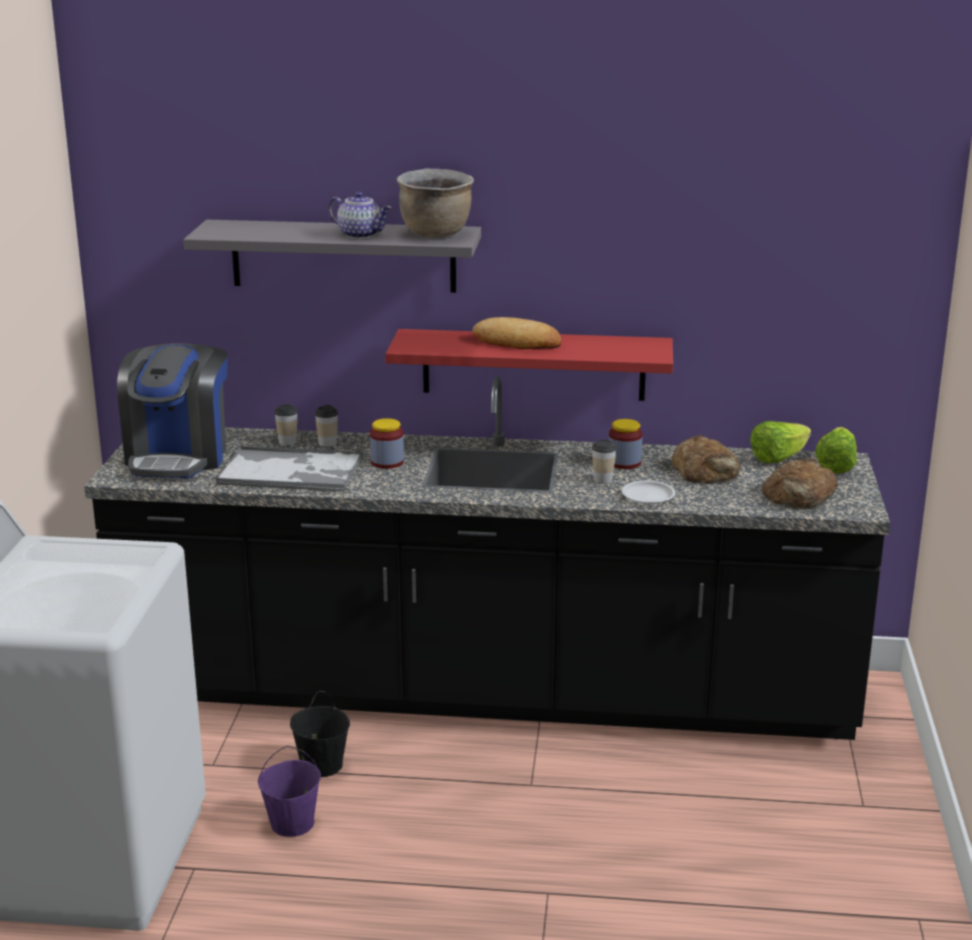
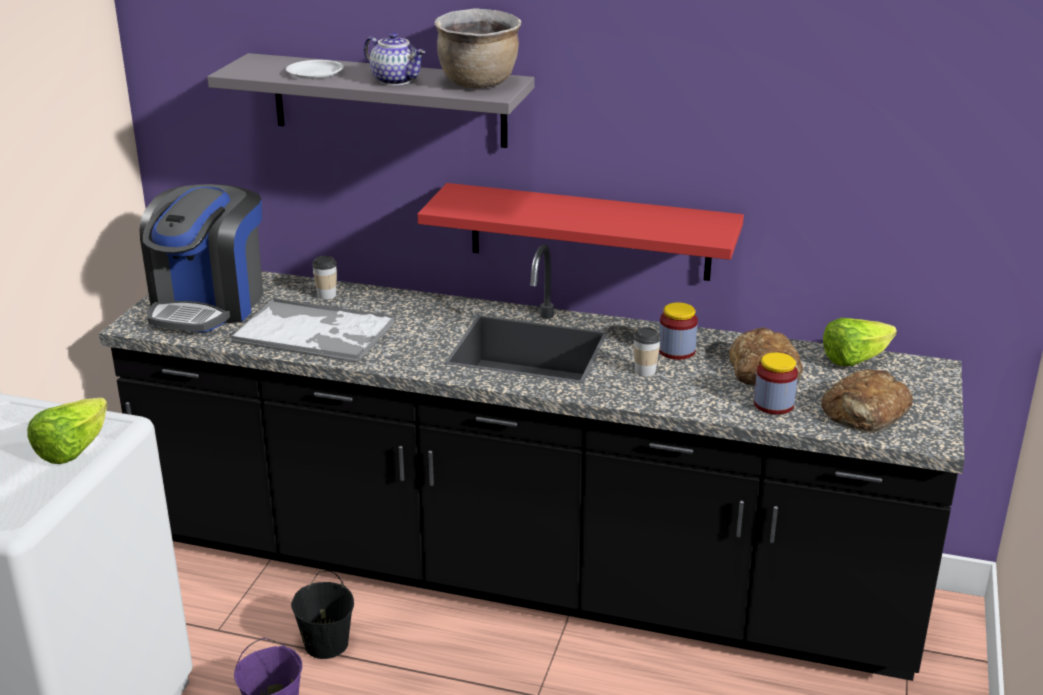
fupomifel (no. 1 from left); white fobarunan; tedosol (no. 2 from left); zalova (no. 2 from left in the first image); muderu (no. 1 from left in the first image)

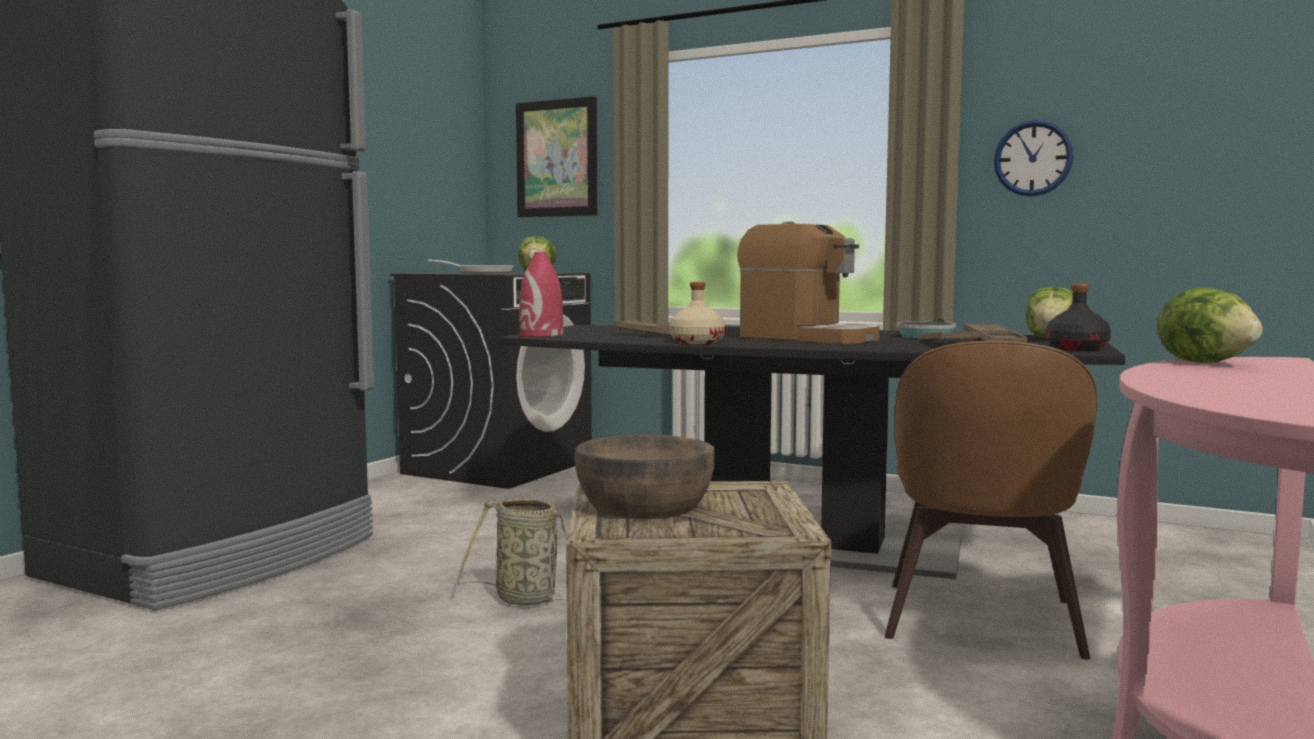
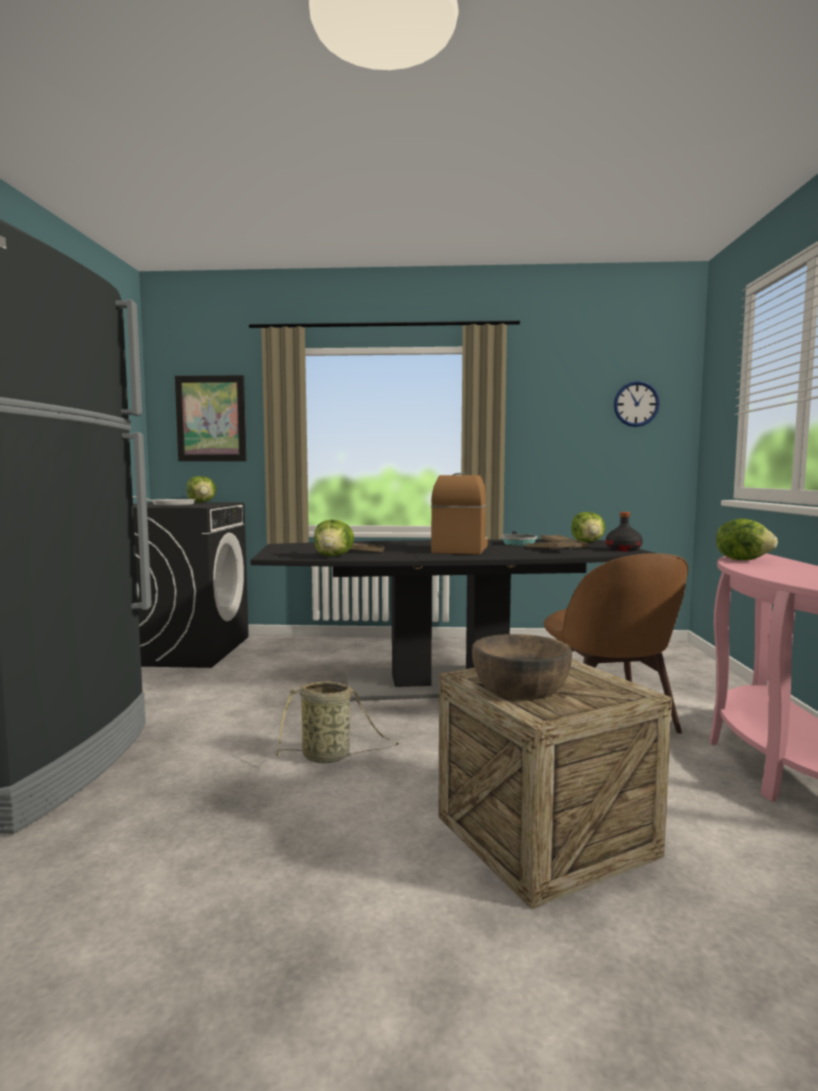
fupomifel (no. 2 from left); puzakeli; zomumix; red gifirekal; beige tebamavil

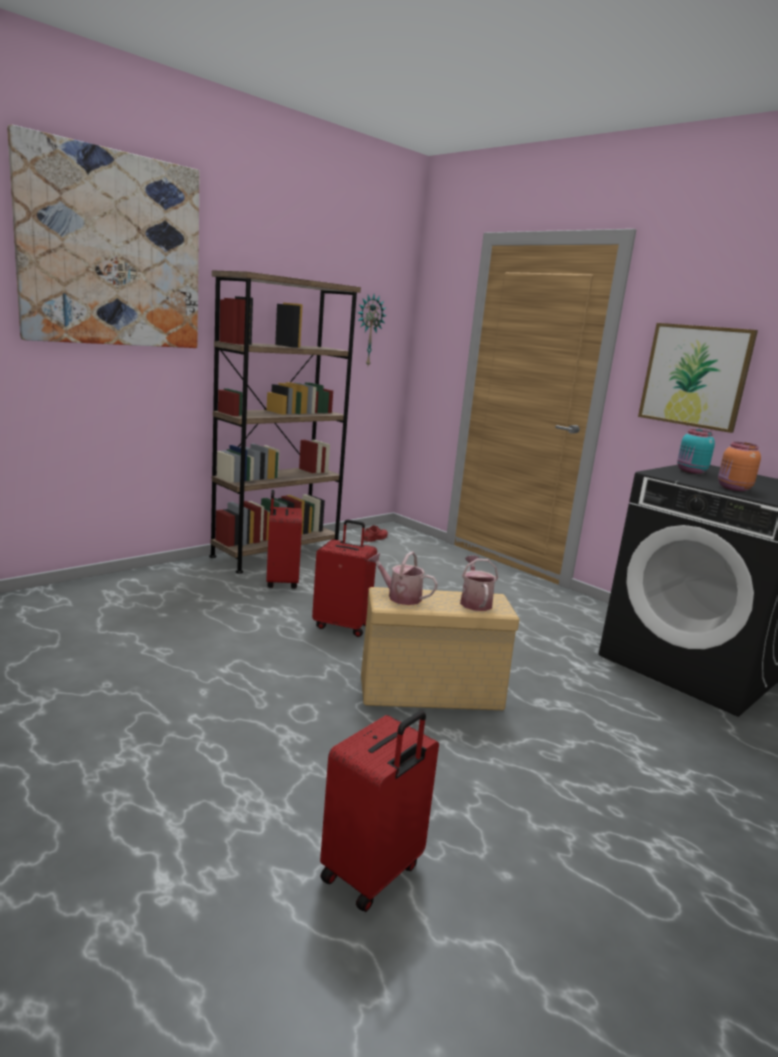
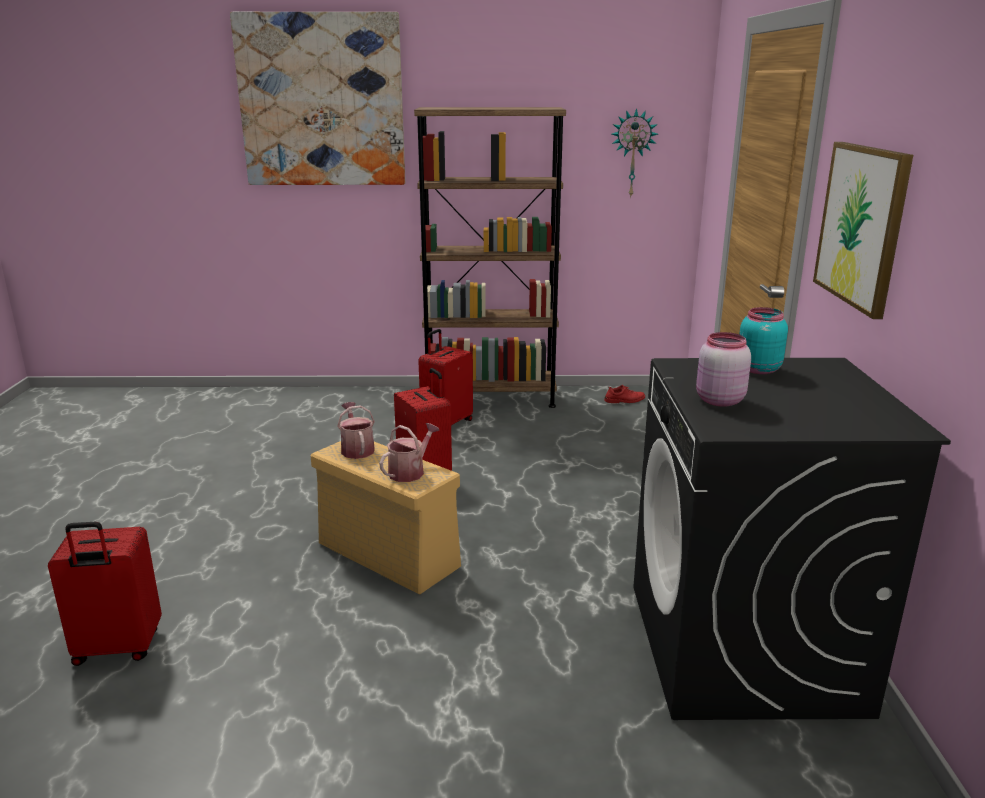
pink tedosol

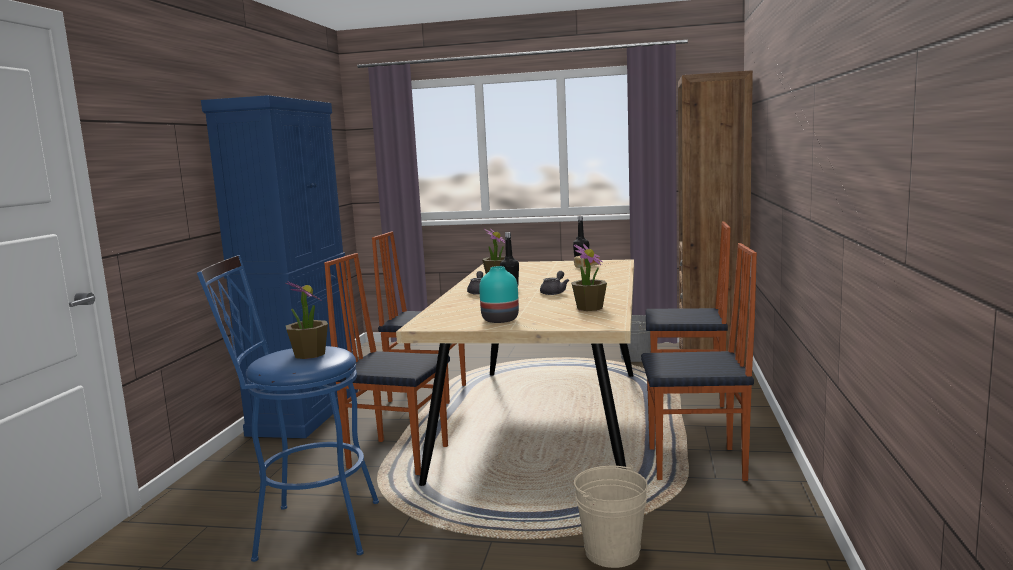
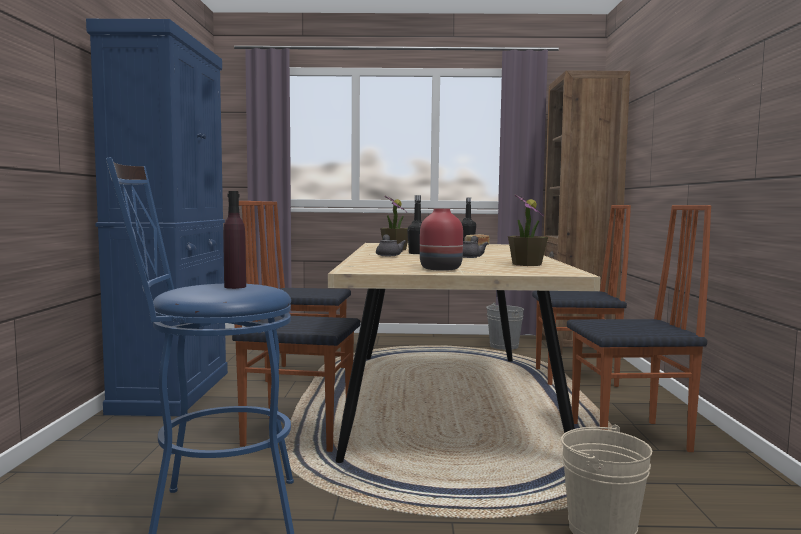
purple tebamavil; red gifirekal

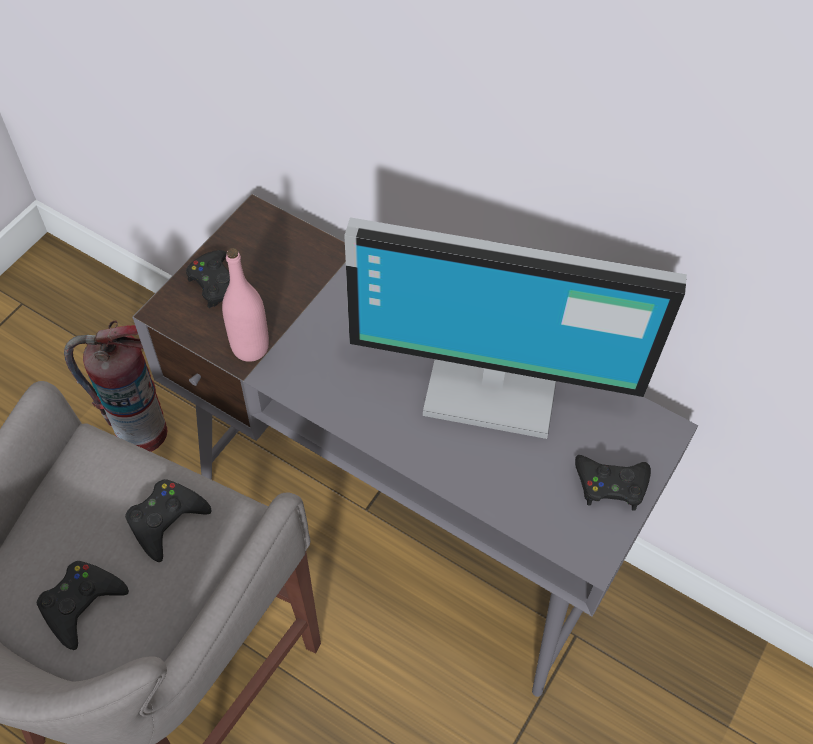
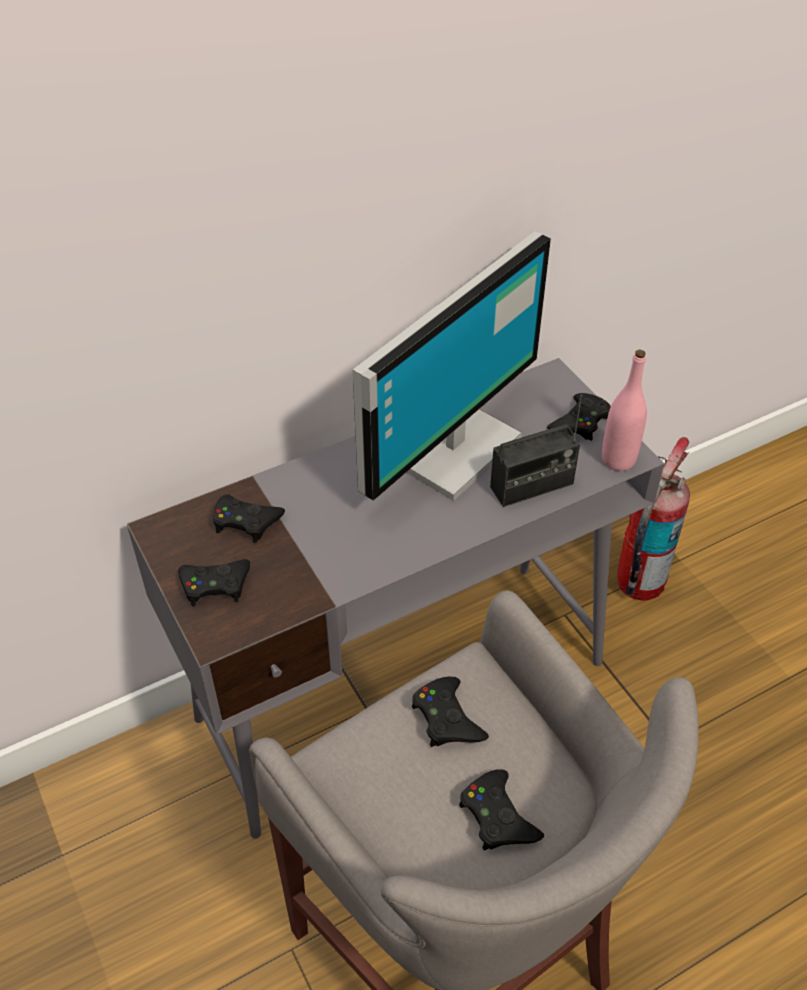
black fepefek (no. 2 from left); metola; pink tebamavil; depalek

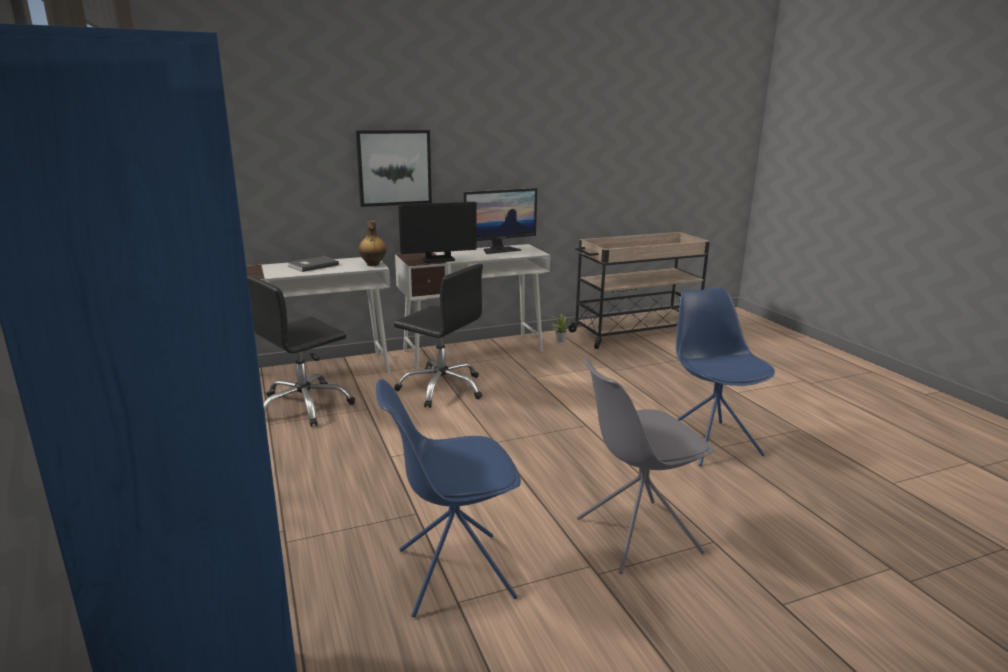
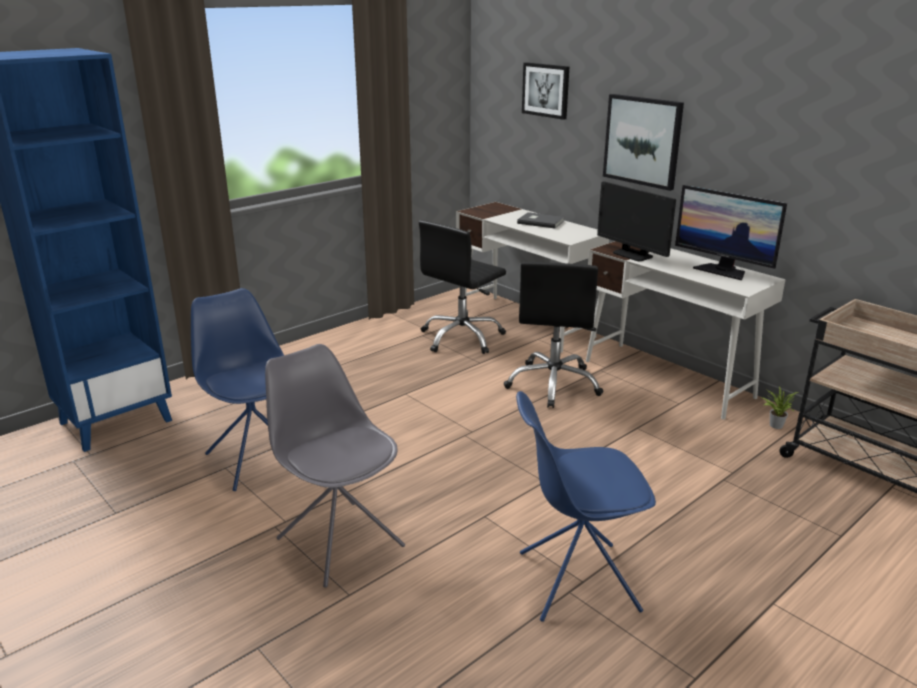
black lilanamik (no. 1 from left); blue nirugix (no. 2 from left); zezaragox (no. 1 from left); tebamavil

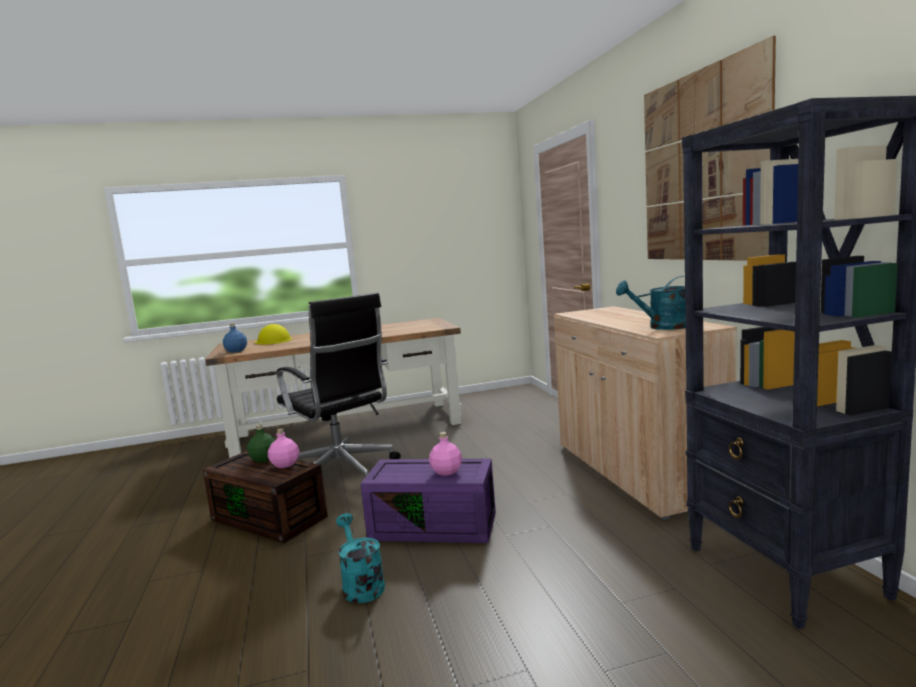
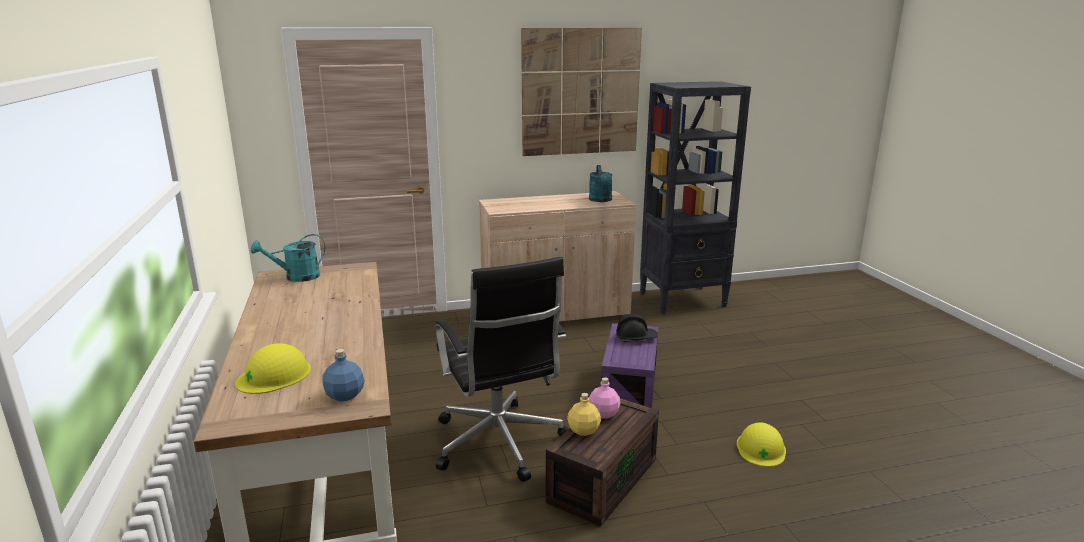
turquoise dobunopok (no. 1 from left); black lilanamik; yellow tebamavil; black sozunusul; yellow sozunusul (no. 2 from left)

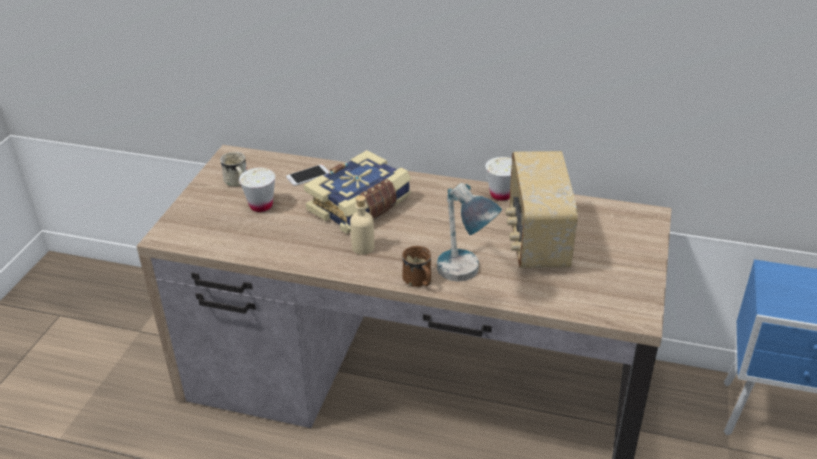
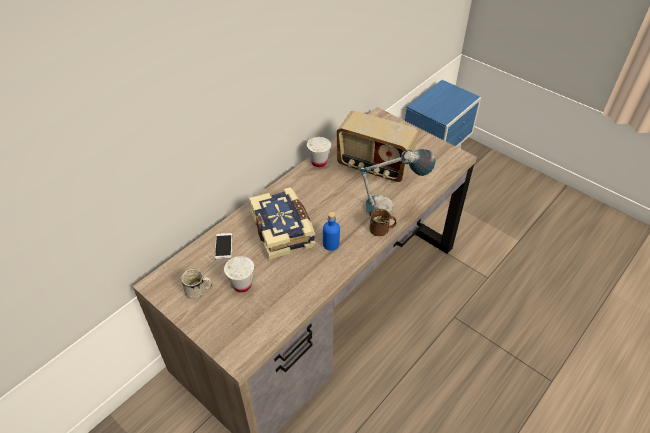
blue tebamavil

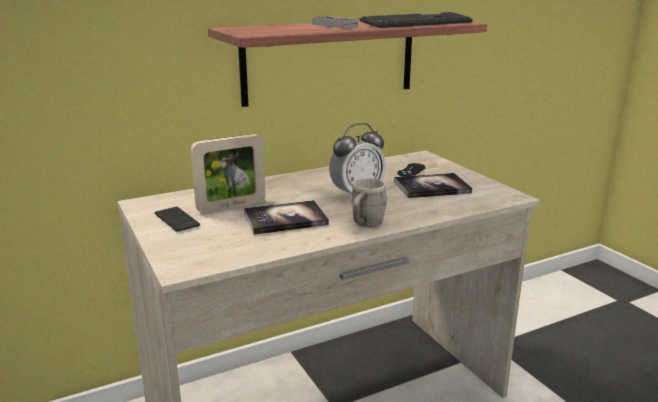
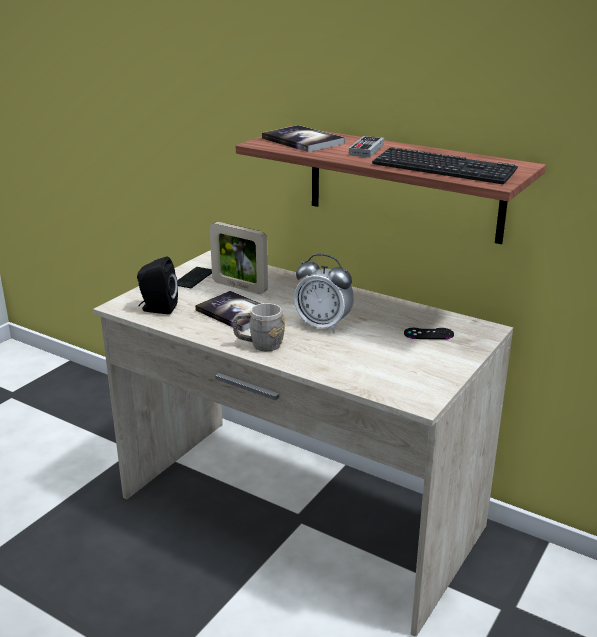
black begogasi; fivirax (no. 2 from left)

